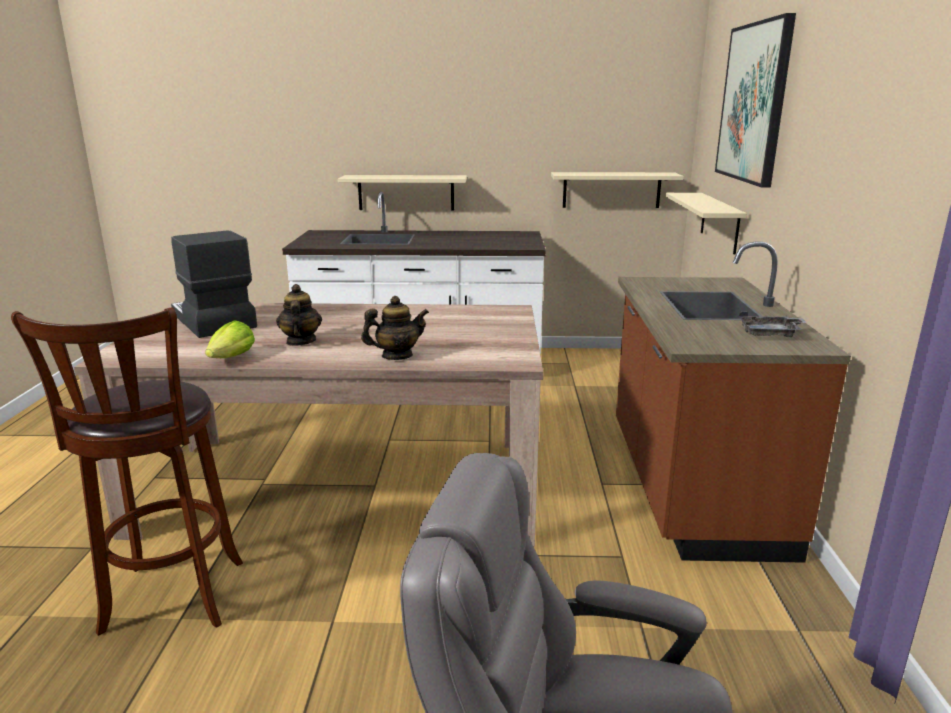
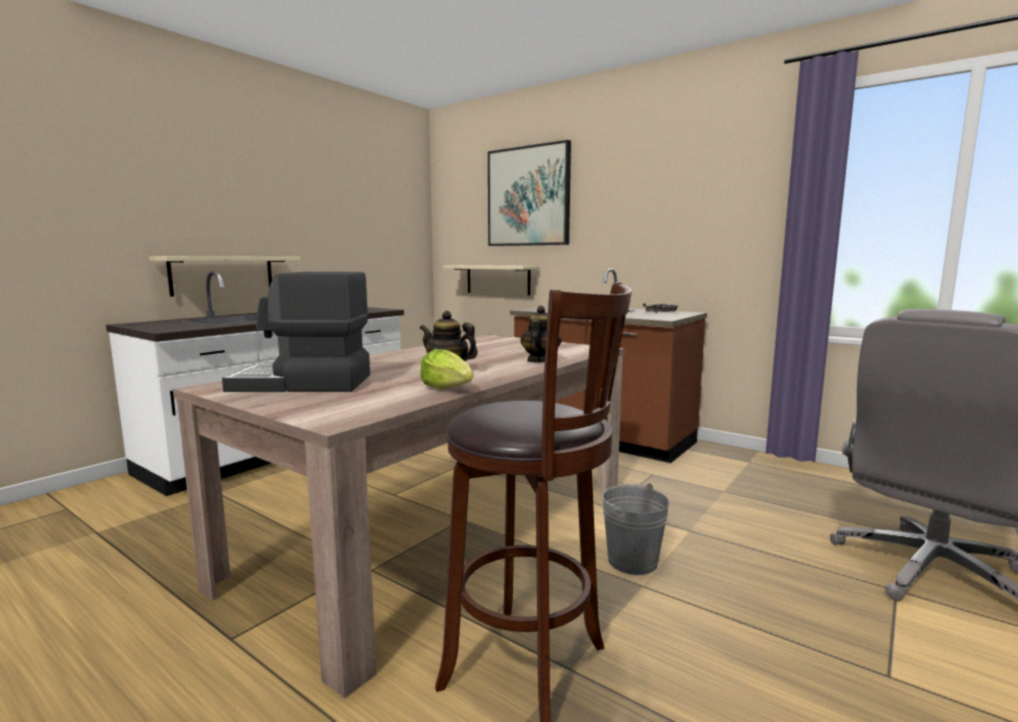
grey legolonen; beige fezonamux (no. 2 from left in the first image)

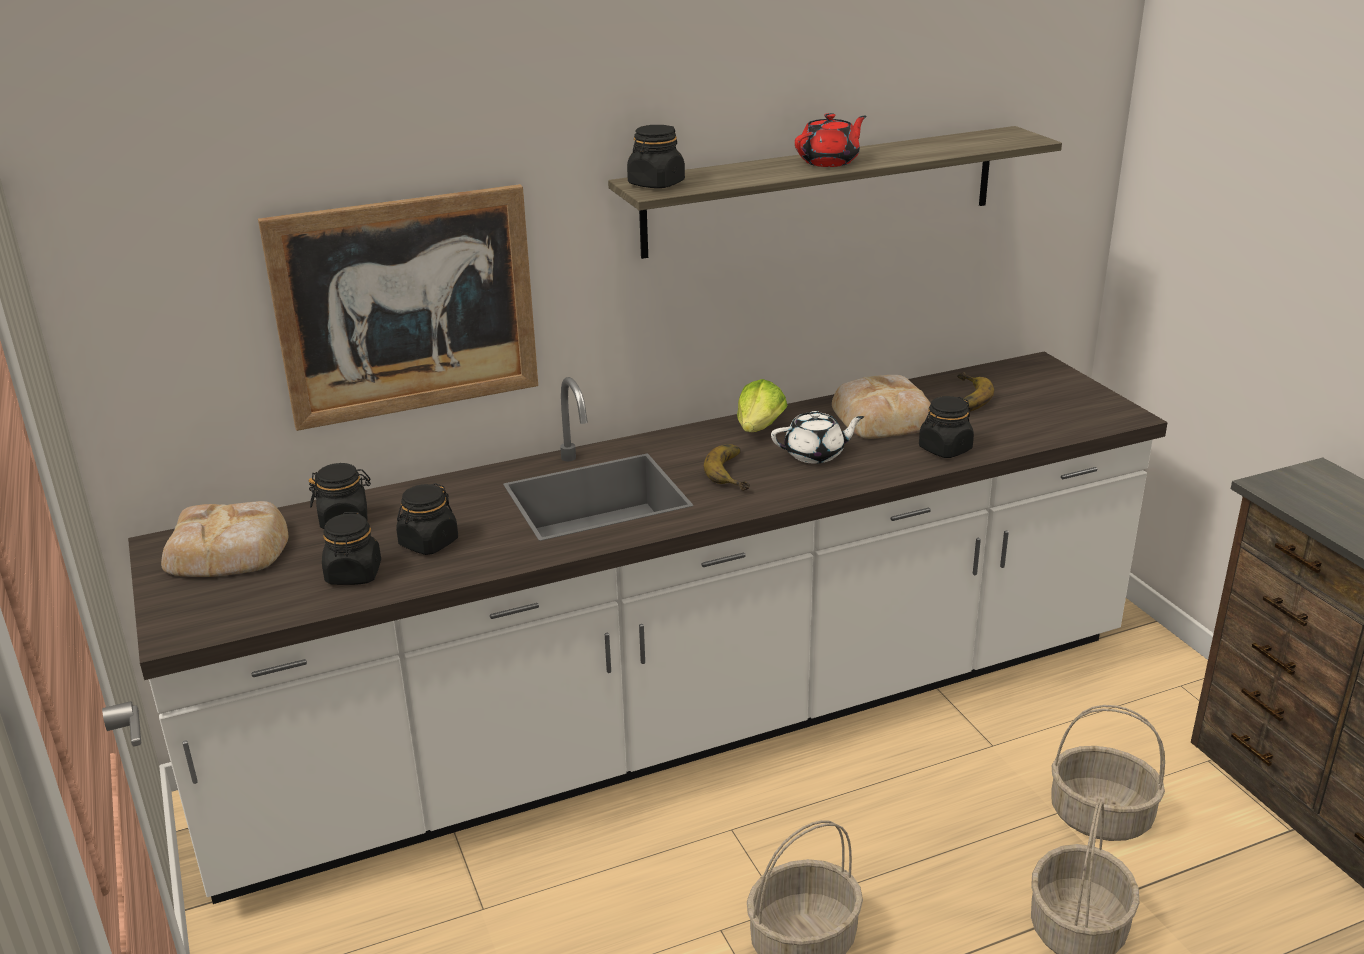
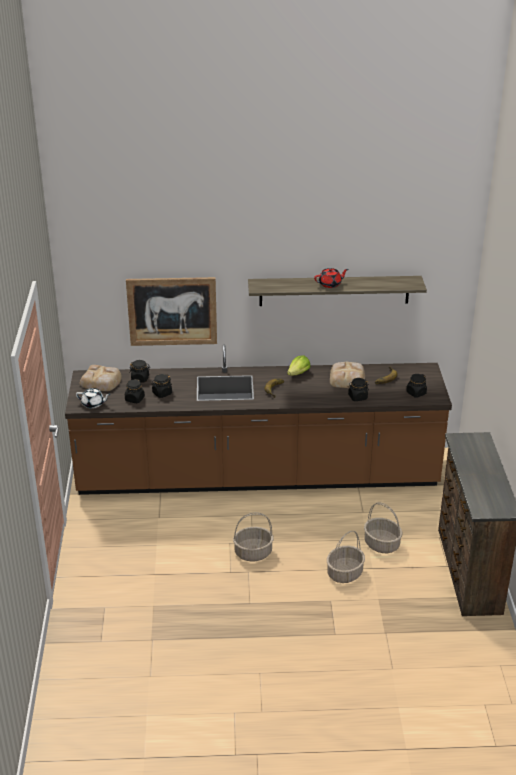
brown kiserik; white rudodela; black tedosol (no. 5 from left)

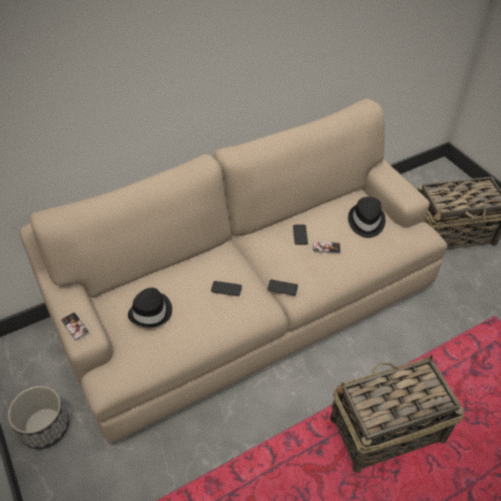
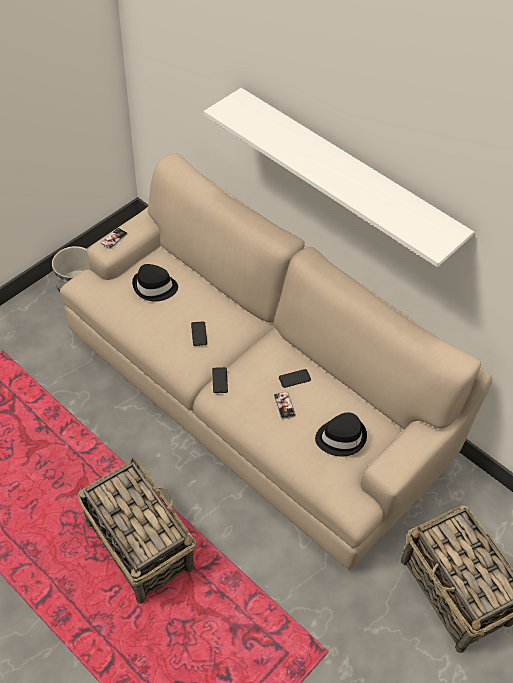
white fezonamux

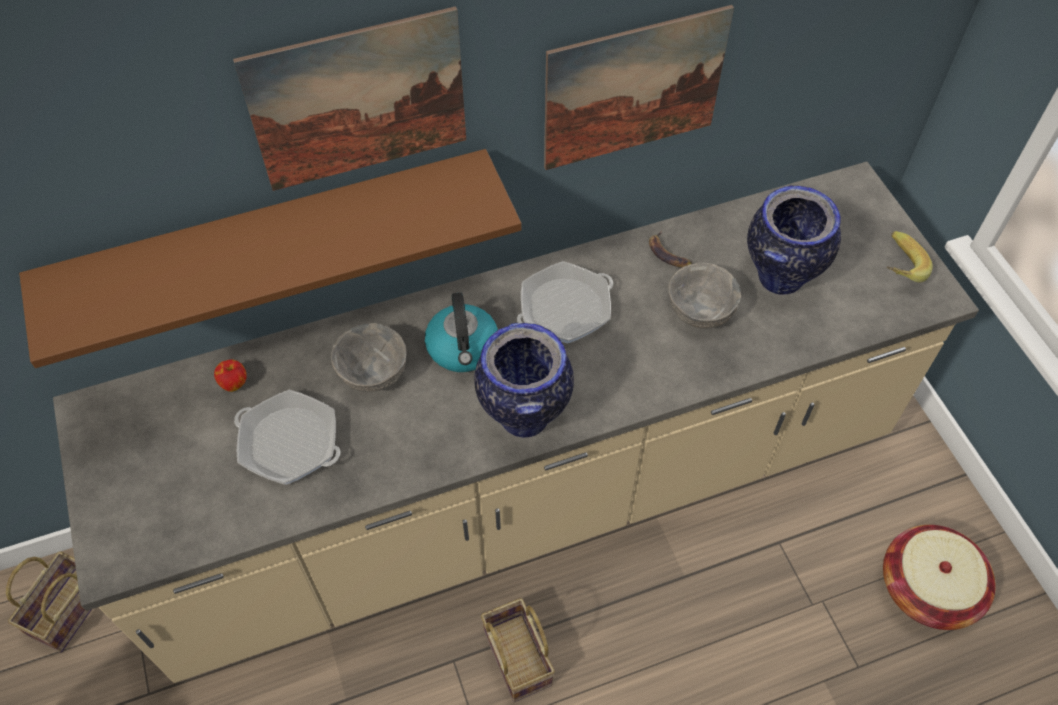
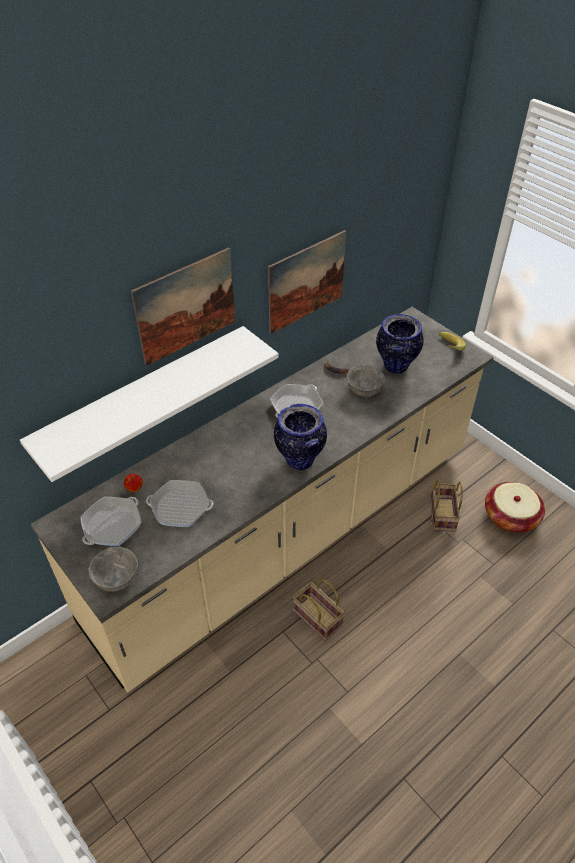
white fezonamux; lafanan (no. 1 from left); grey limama (no. 1 from left); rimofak (no. 2 from left); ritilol

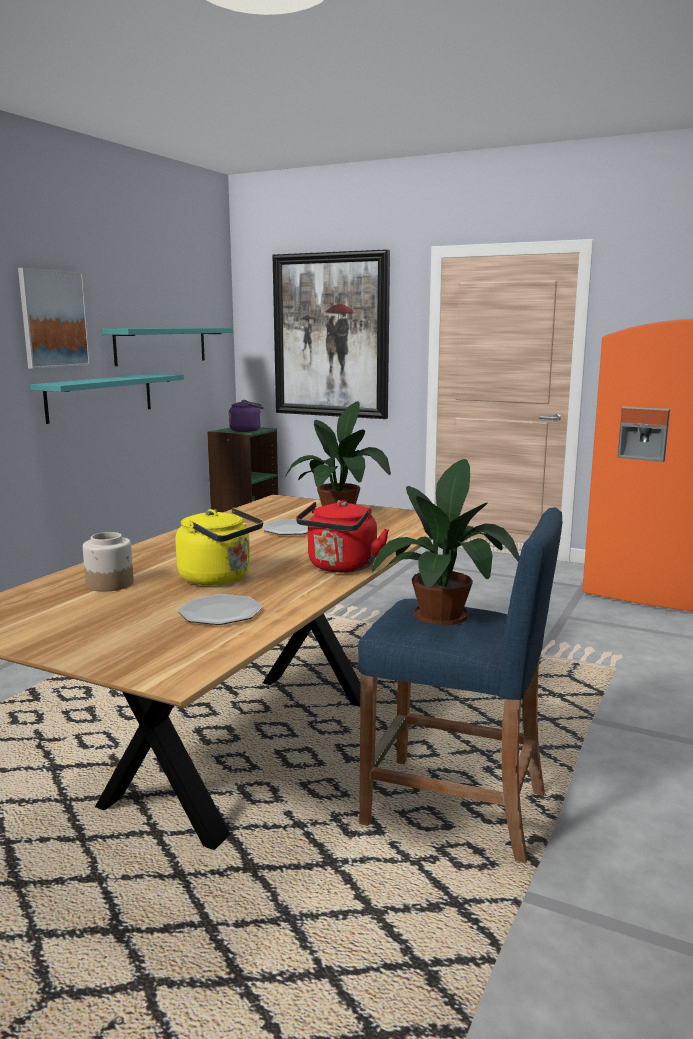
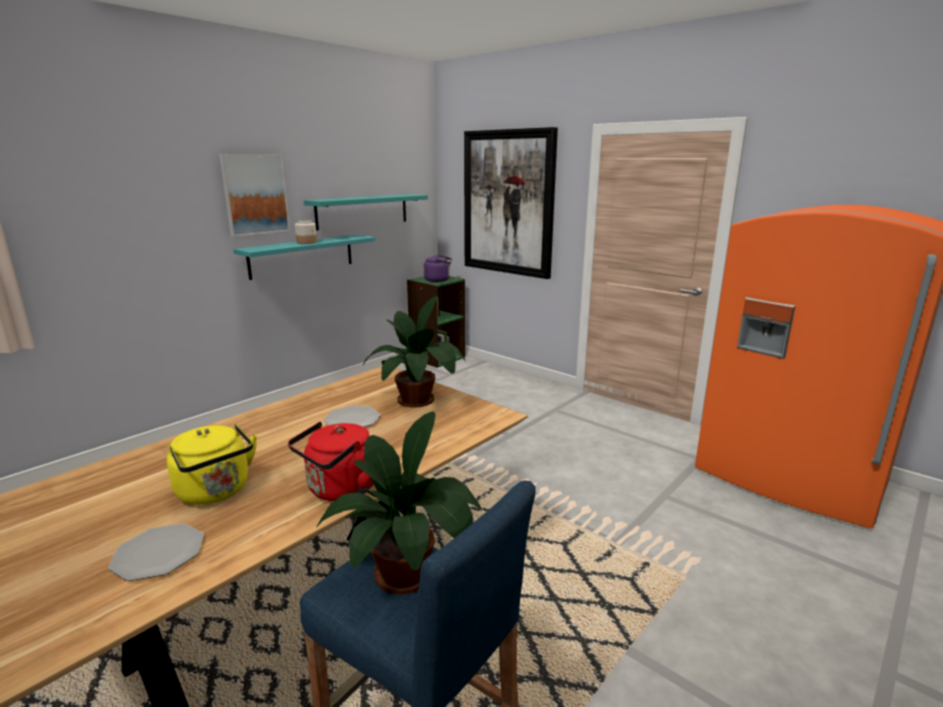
tedosol

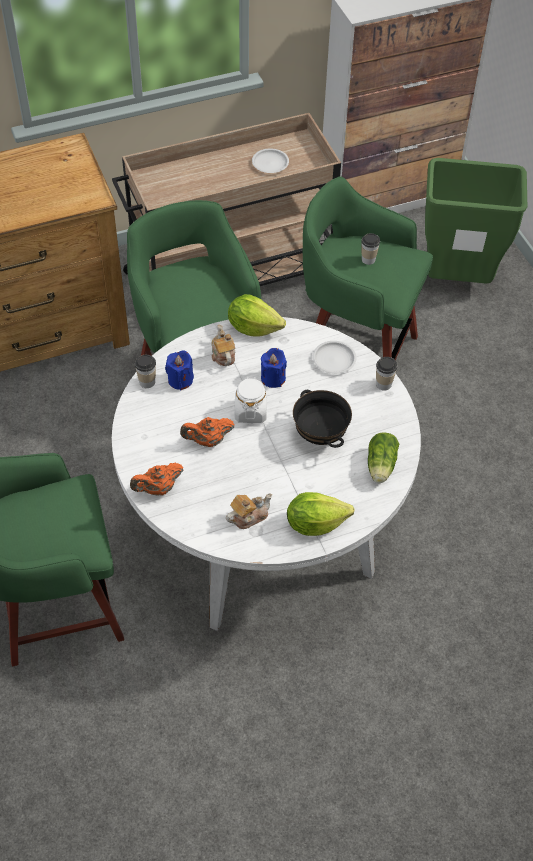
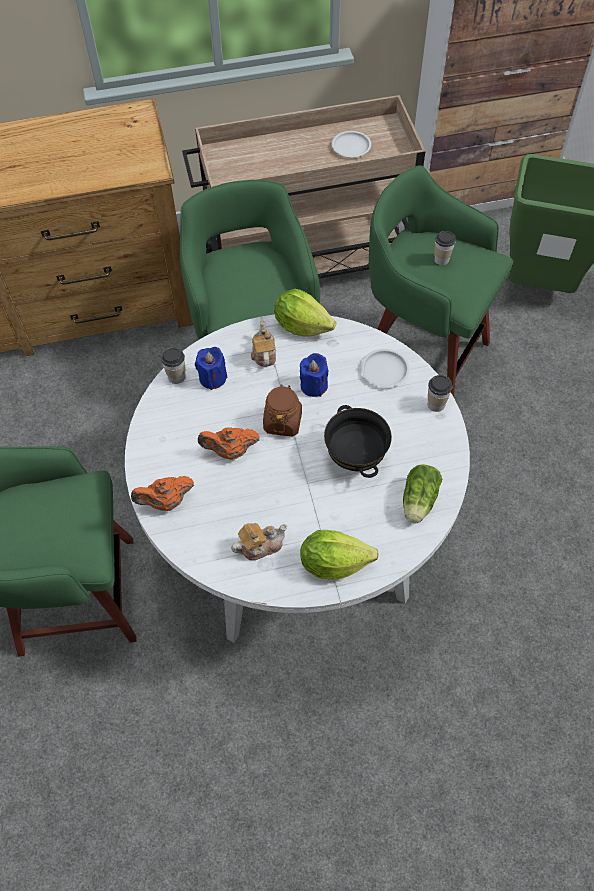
brown tedosol

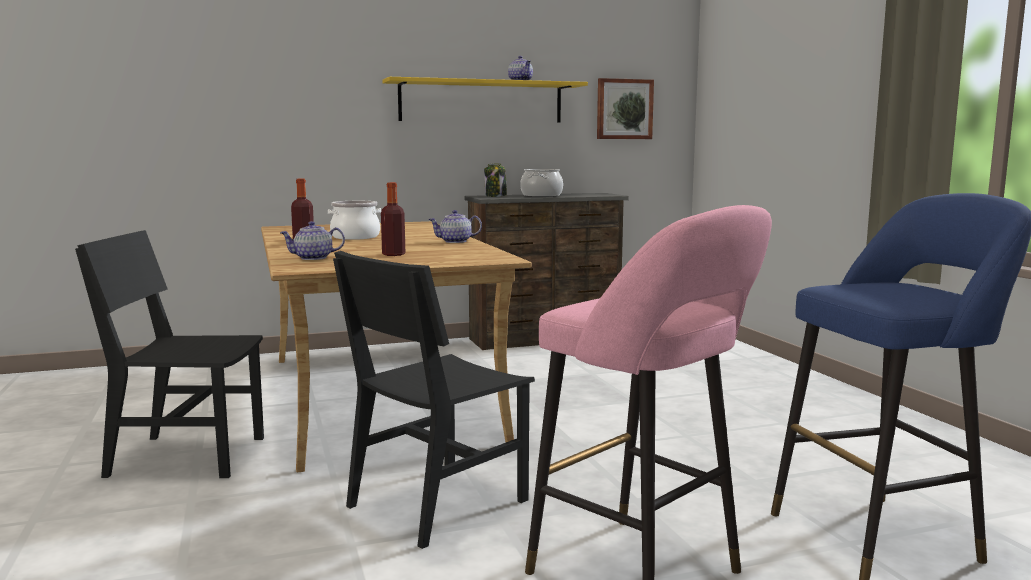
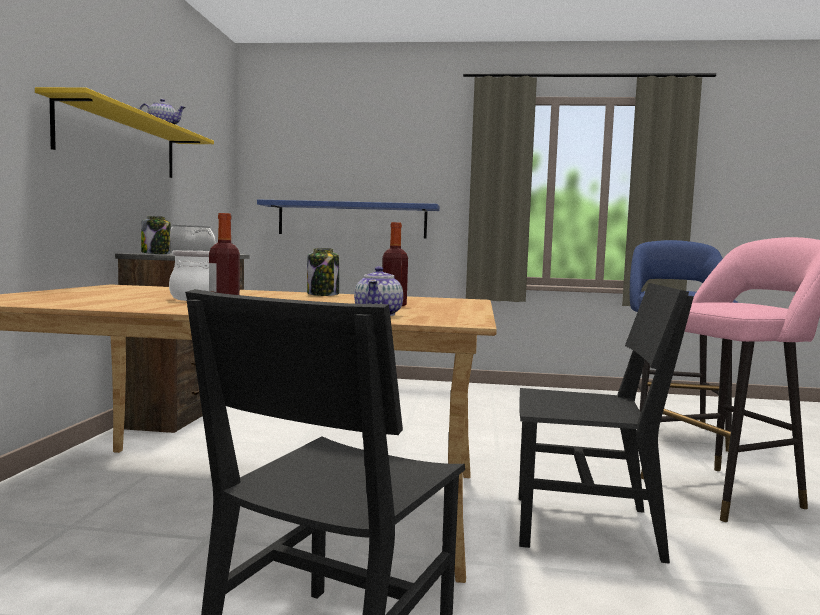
blue fezonamux; tedosol (no. 2 from left); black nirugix (no. 2 from left); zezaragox

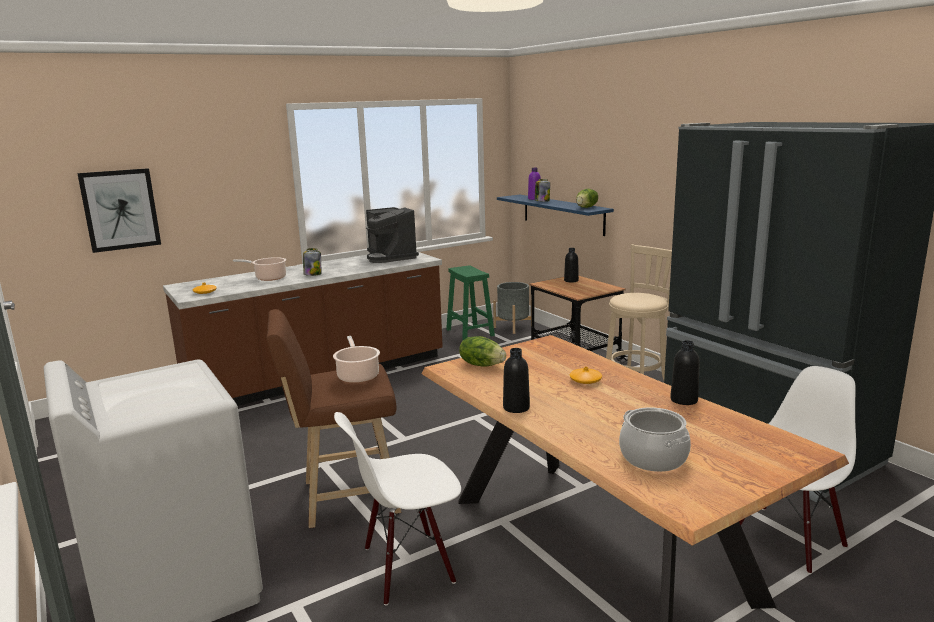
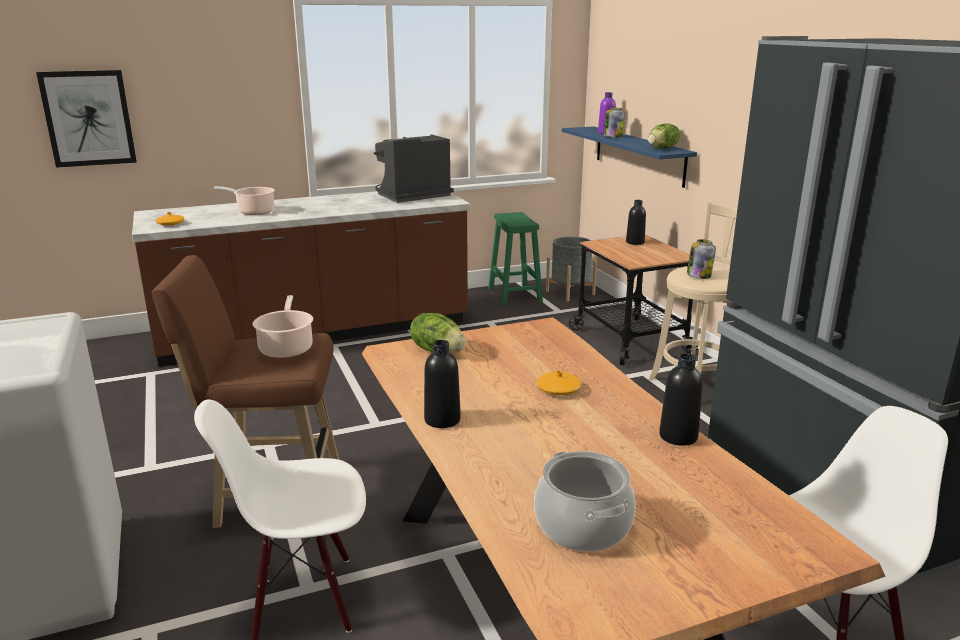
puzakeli; tedosol (no. 2 from left)

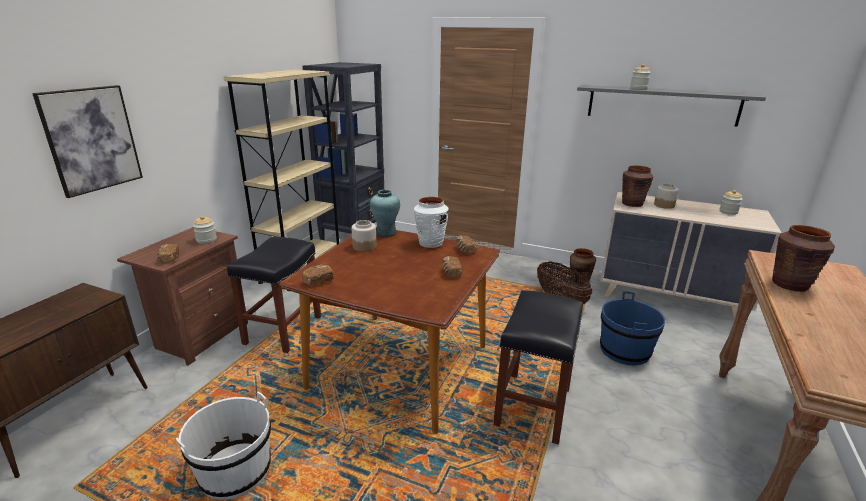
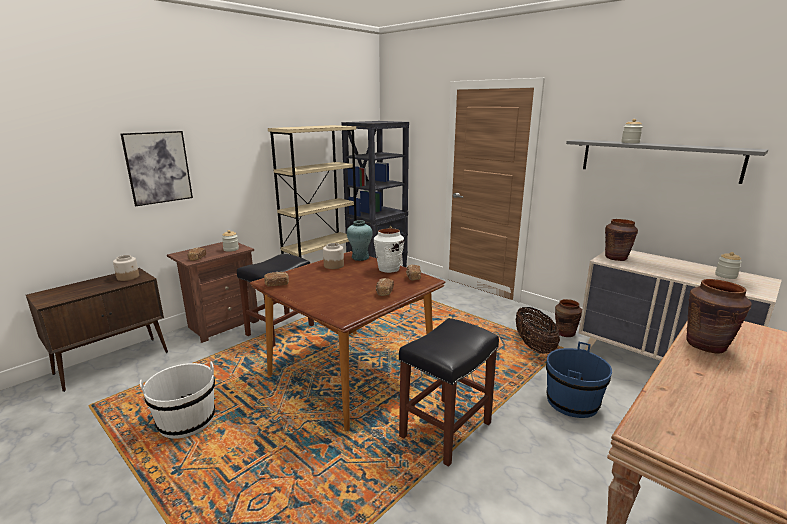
tedosol (no. 1 from left)

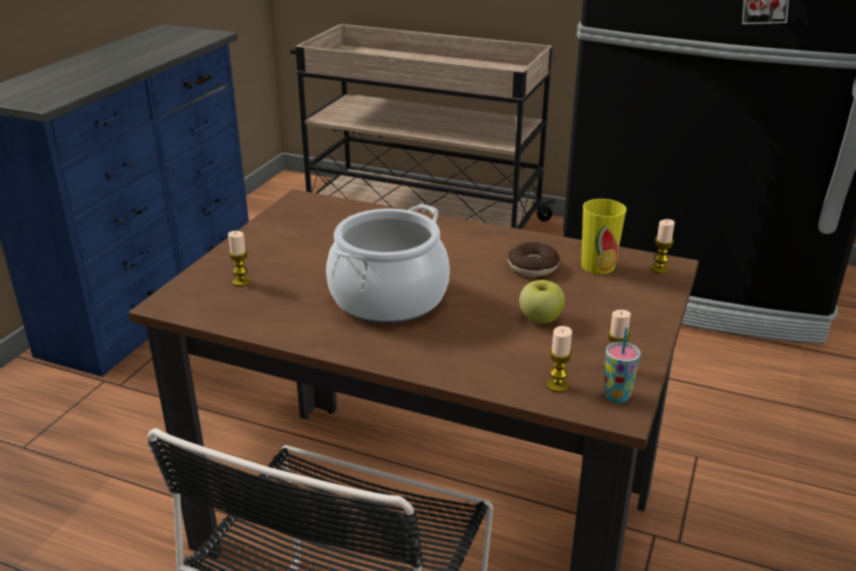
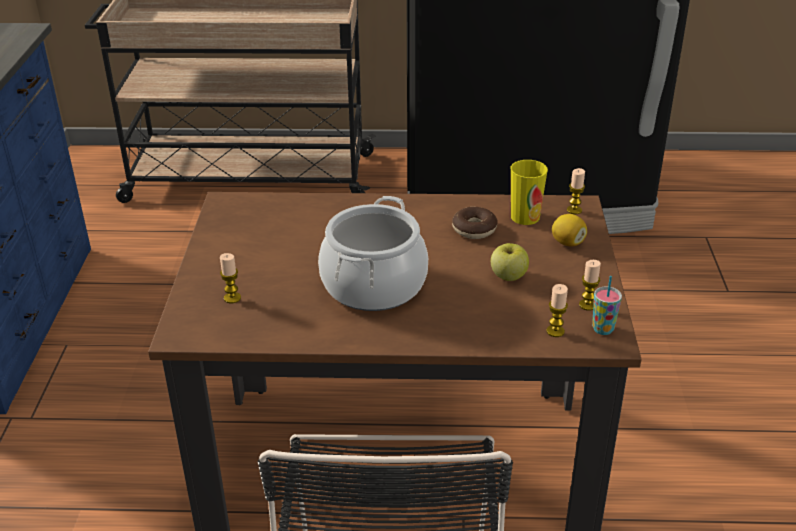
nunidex

